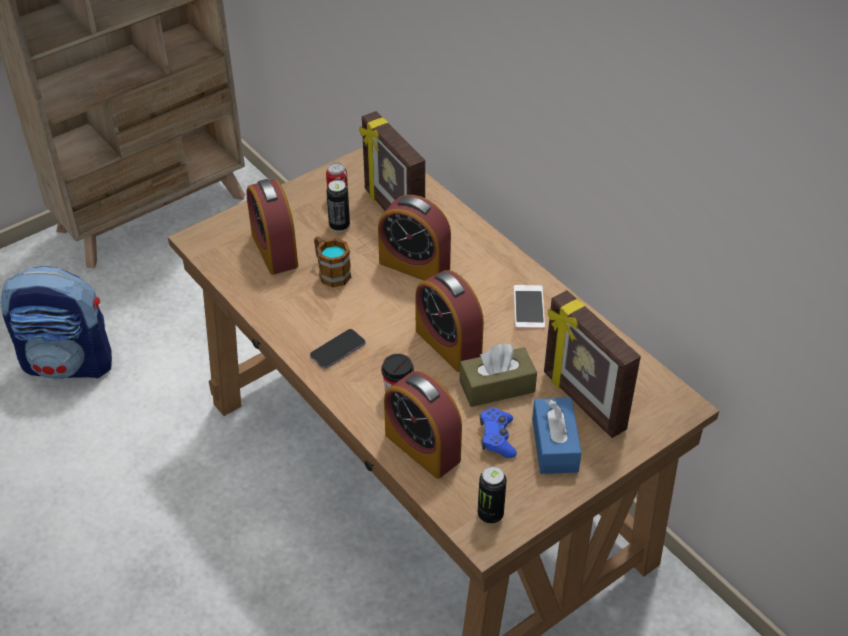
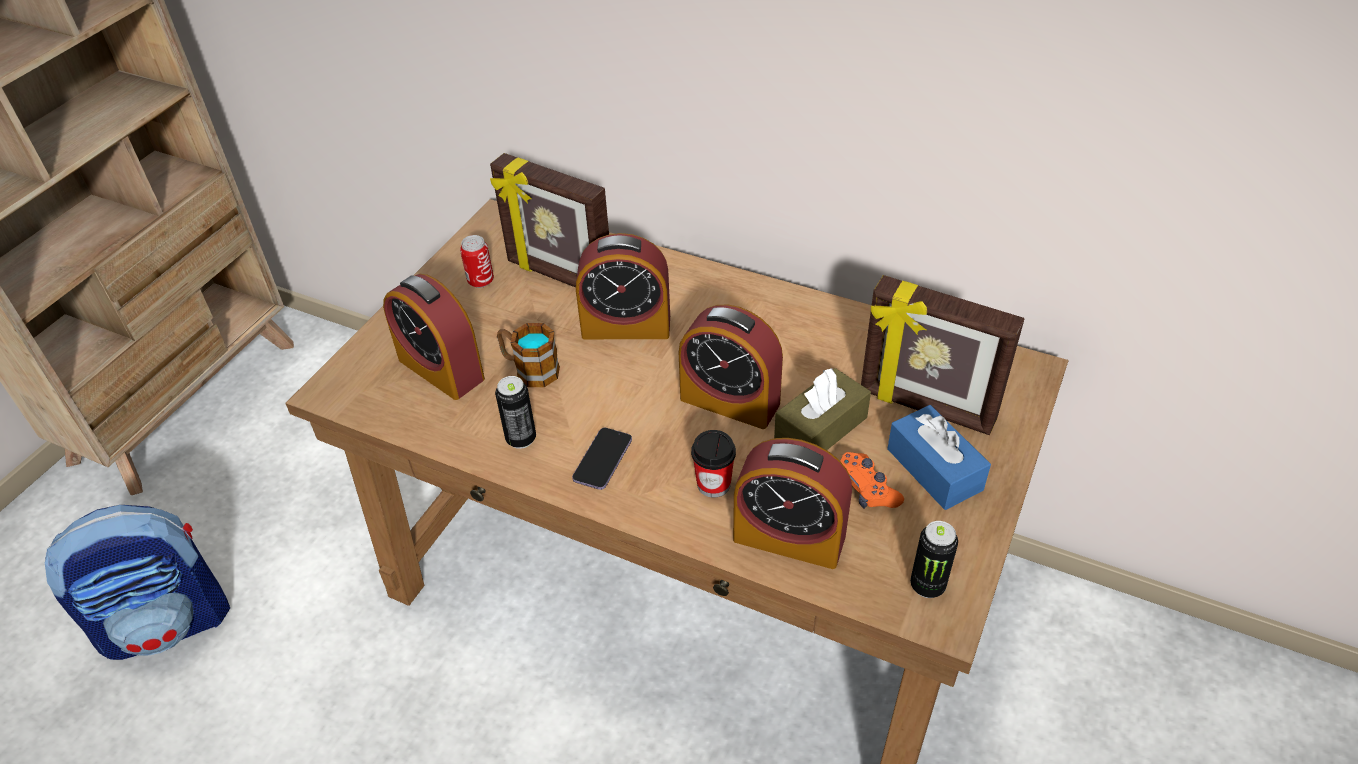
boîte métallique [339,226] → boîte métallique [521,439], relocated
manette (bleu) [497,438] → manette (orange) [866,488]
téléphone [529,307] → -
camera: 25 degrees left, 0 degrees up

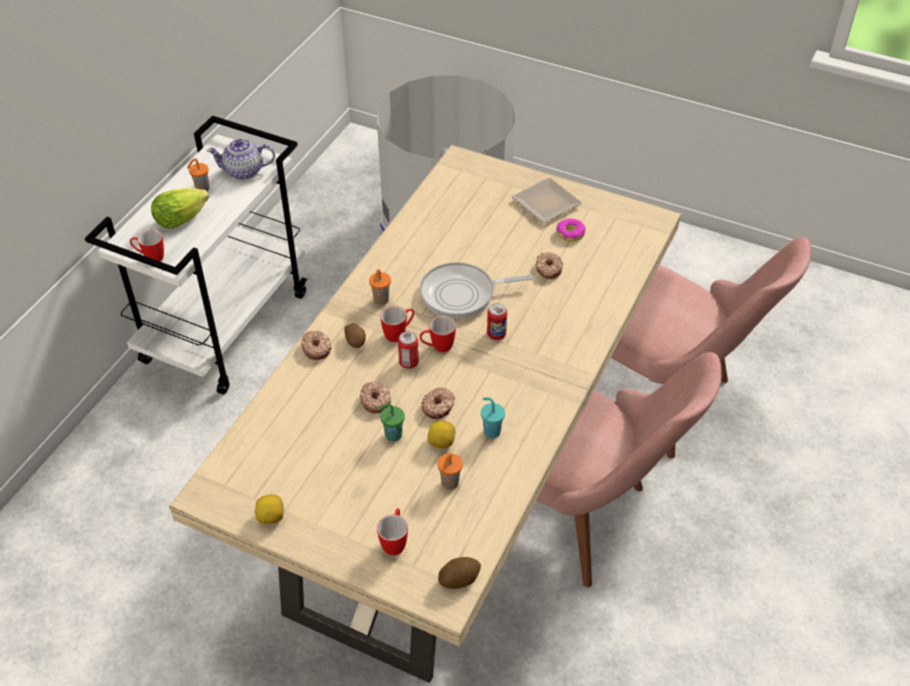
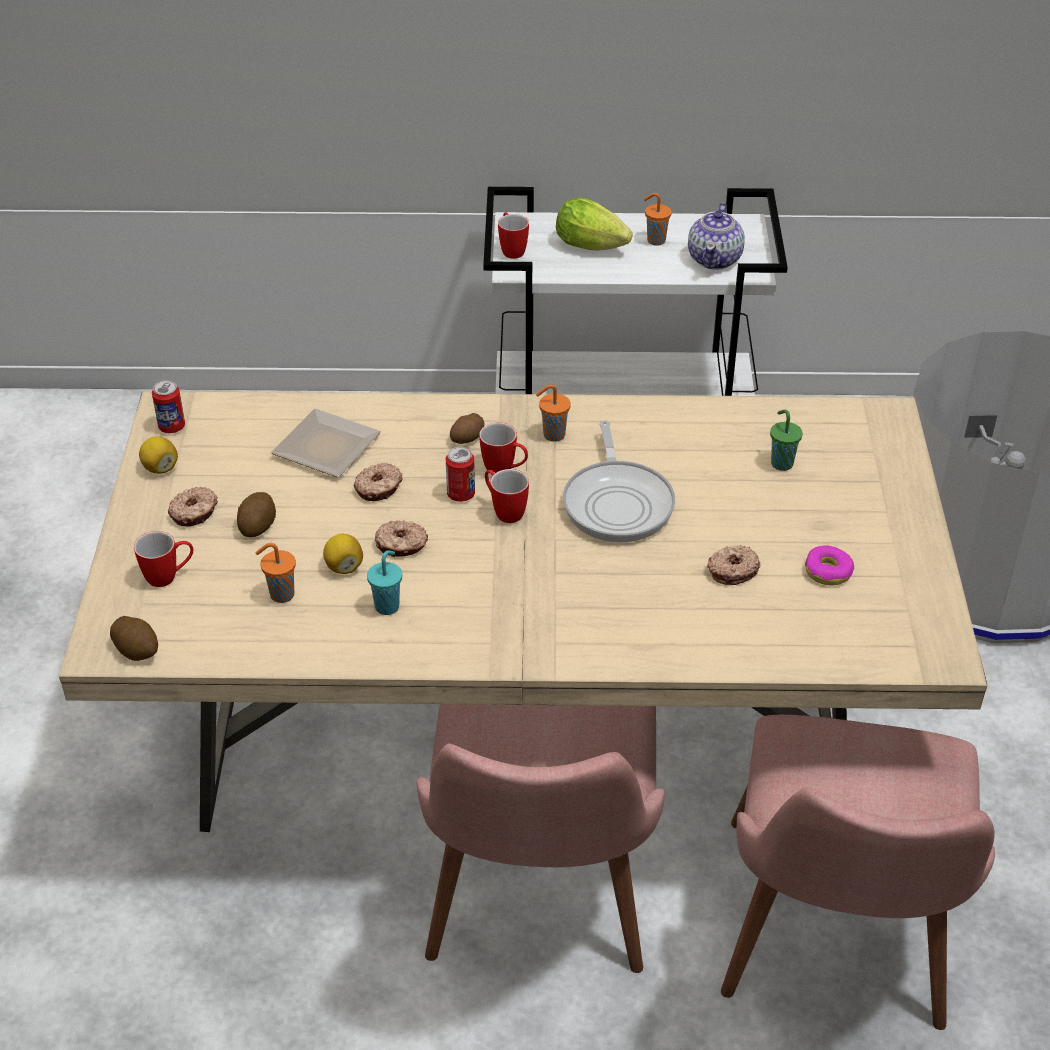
théière [244,171] → théière [715,259], 135 degrees counterclockwise
beignet [317,348] → beignet [194,513], relocated
tasse (vert) [392,435] → tasse (vert) [781,463], relocated
poêle [462,294] → poêle [617,503], 150 degrees counterclockwise
boîte métallique [496,334] → boîte métallique [172,427], relocated
assiette [543,203] → assiette [326,445], relocated
- → pomme de terre [257,525]
camera: 65 degrees right, 5 degrees down

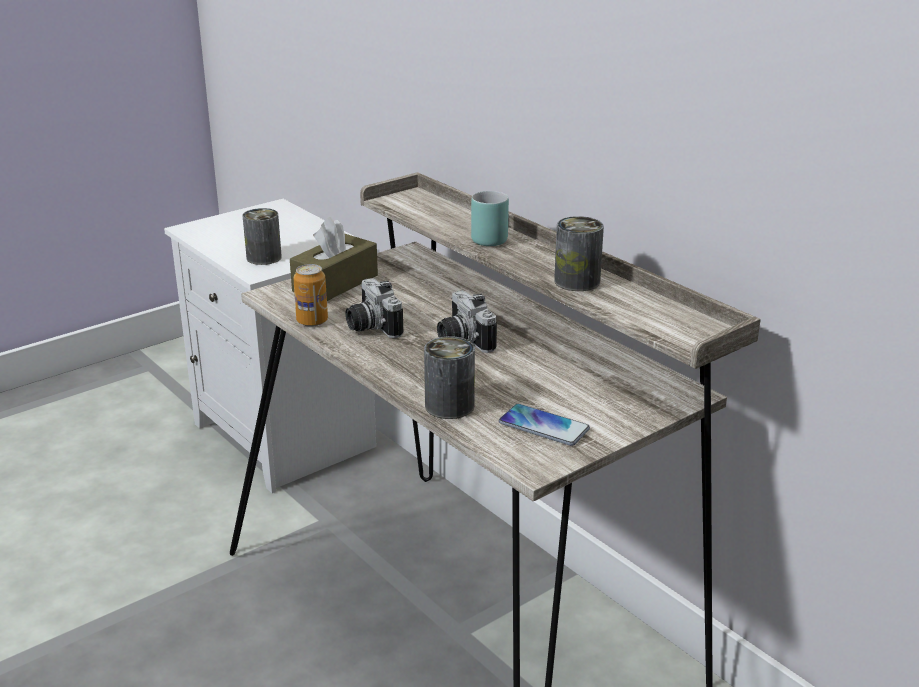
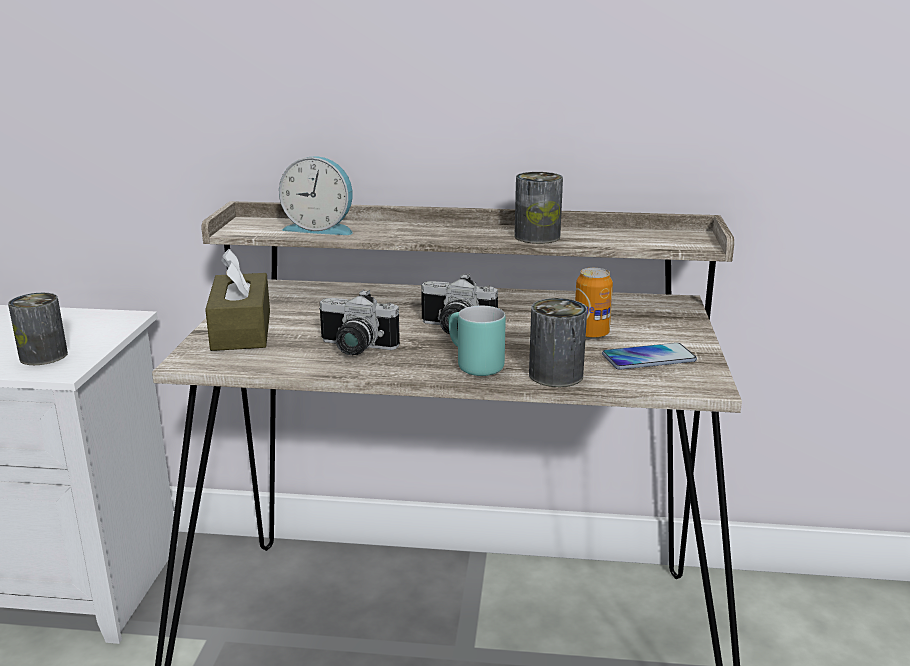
boîte métallique [312,321] → boîte métallique [591,334], relocated
mug (turquoise) [487,237] → mug (turquoise) [471,366], relocated
- → réveil [321,228]
camera: 45 degrees left, 5 degrees down

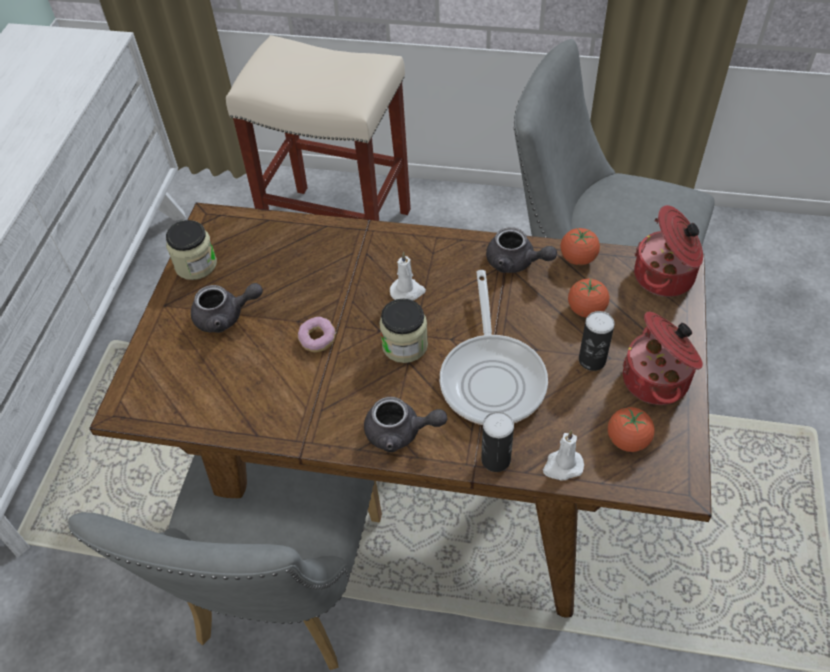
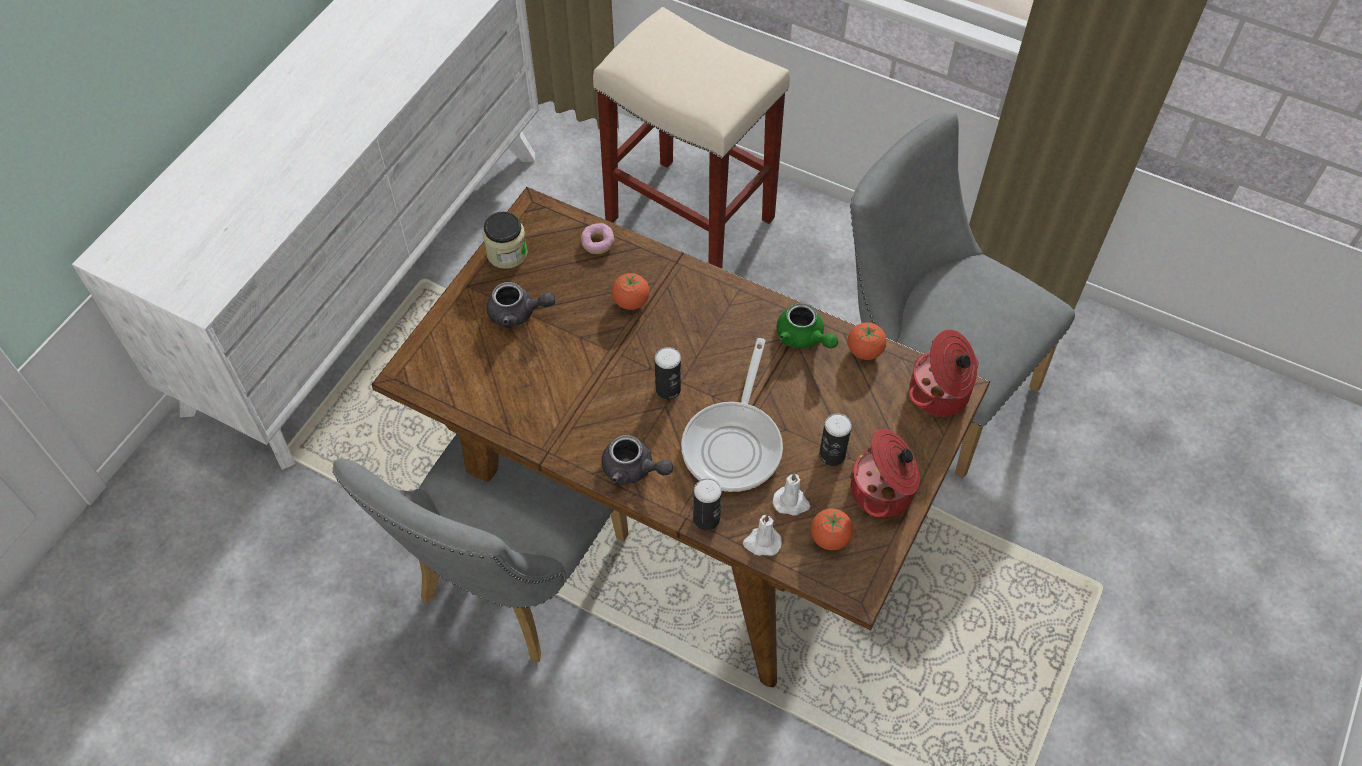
beignet [317,340] → beignet [598,243], relocated
bocal [405,345] → boîte métallique [668,389]
bougie (blanc) [407,291] → bougie (blanc) [791,502], relocated
théière (gris) [516,262] → théière (vert) [803,338]
tomate [586,310] → tomate [631,301], relocated
camera: 15 degrees right, 5 degrees up

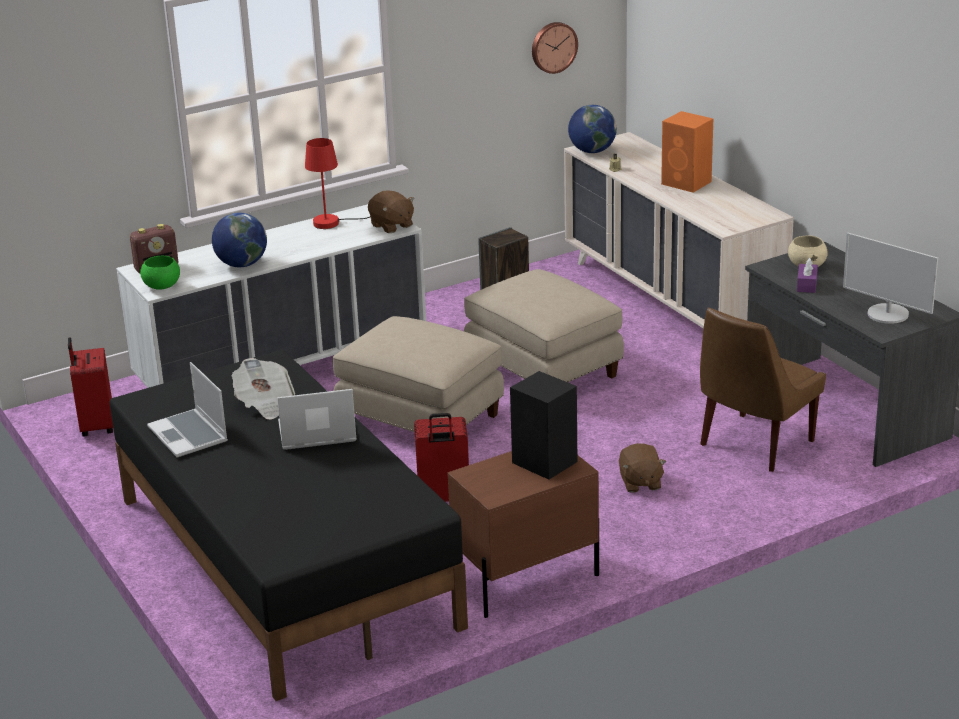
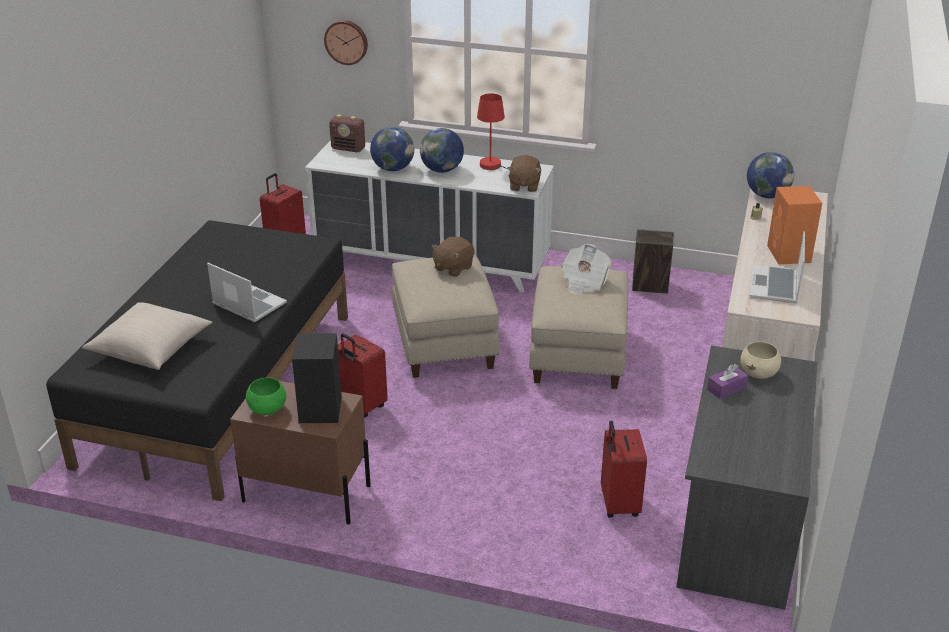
bol (vert) [161,286] → bol (vert) [267,409], relocated
ordinateur portable [189,435] → ordinateur portable [775,286], relocated
journal [265,404] → journal [584,282], relocated
horloge murale [553,47] → horloge murale [346,41], relocated
peluche (marron) [640,483] → peluche (marron) [453,268], relocated
chaise (marron) [754,444] → valise (rouge) [618,504]
écran d'ordinateur [887,314] → -
- → coussin (beige) [151,349]
- → globe [442,170]
camera: 45 degrees right, 5 degrees up

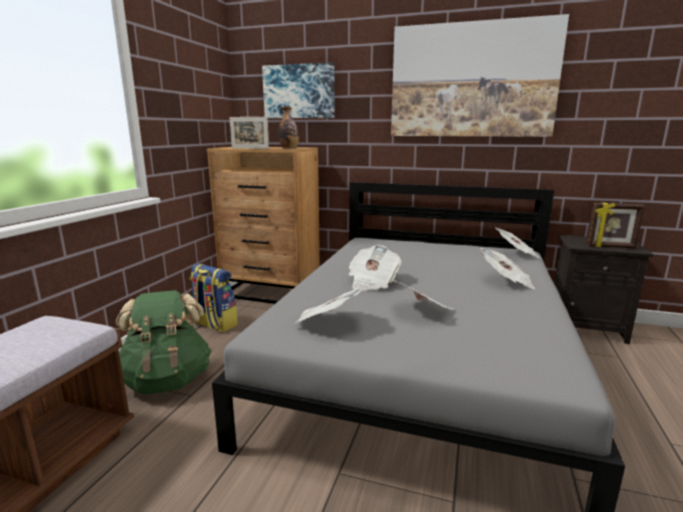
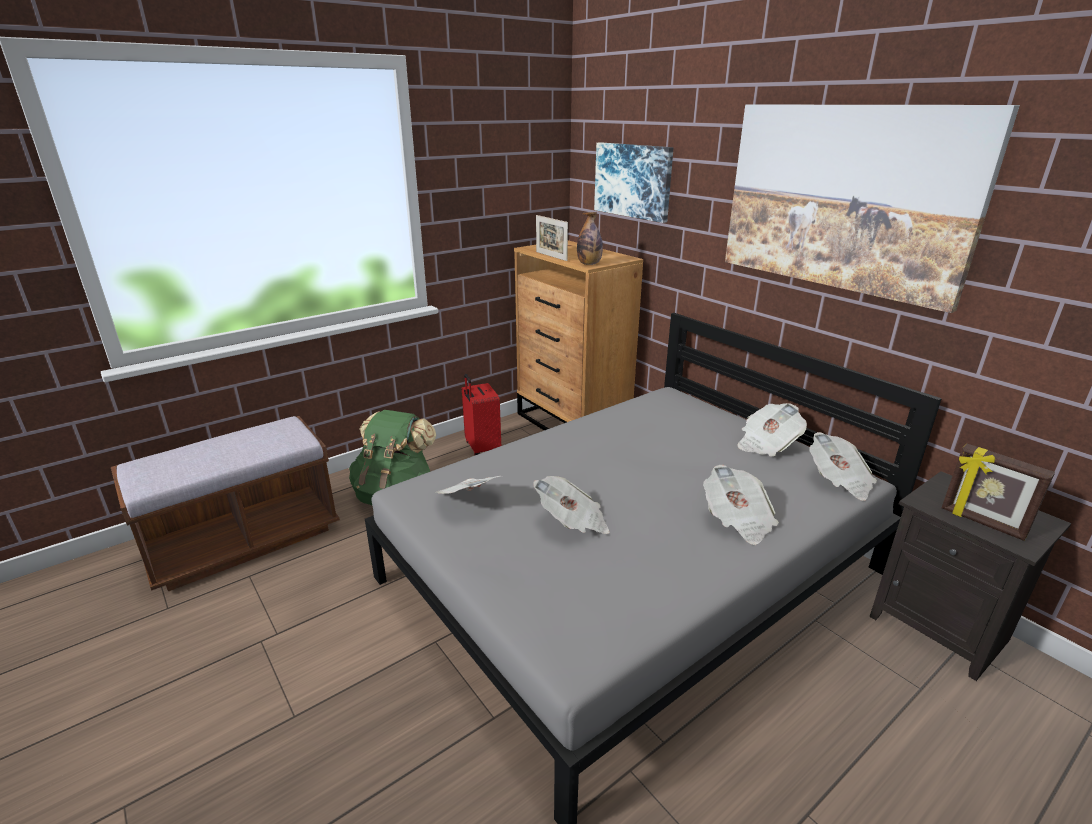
sac à dos [214,325] → valise (rouge) [481,448]
journal [372,282] → journal [767,444], relocated
camera: 35 degrees right, 10 degrees up

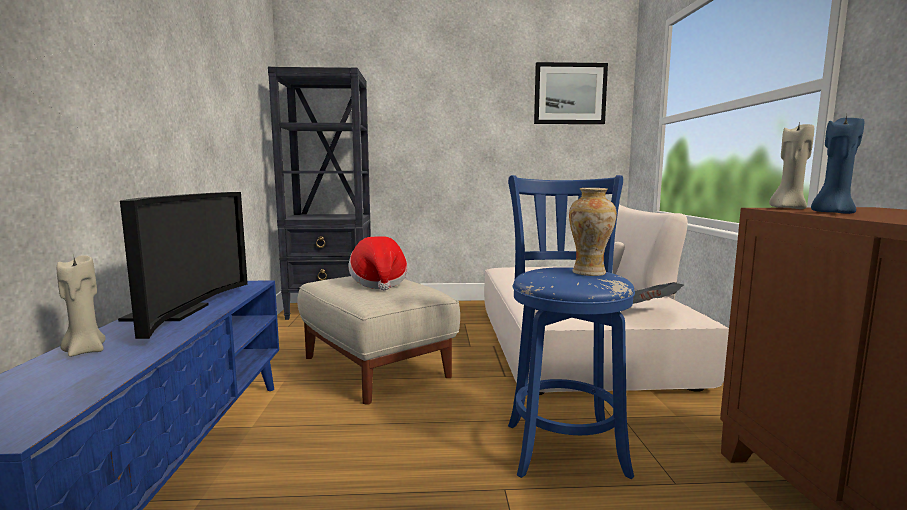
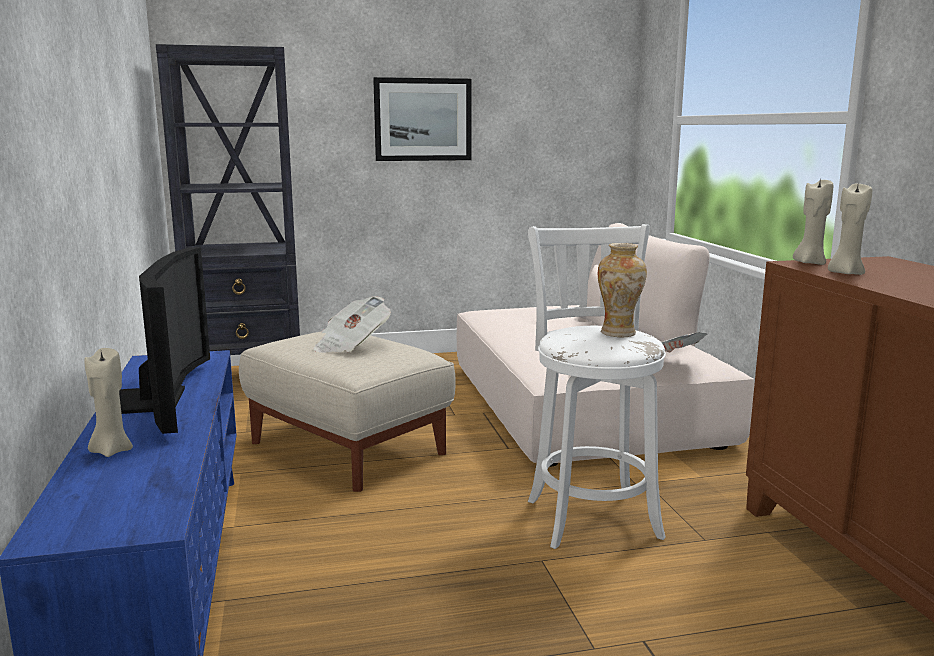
chapeau [378,283] → journal [351,345]
tabouret (bleu) [563,445] → tabouret (blanc) [591,515]
tableau [570,94] → tableau [423,119], relocated
bougie (bleu) [832,213] → bougie (beige) [845,273]
camera: 10 degrees left, 5 degrees up

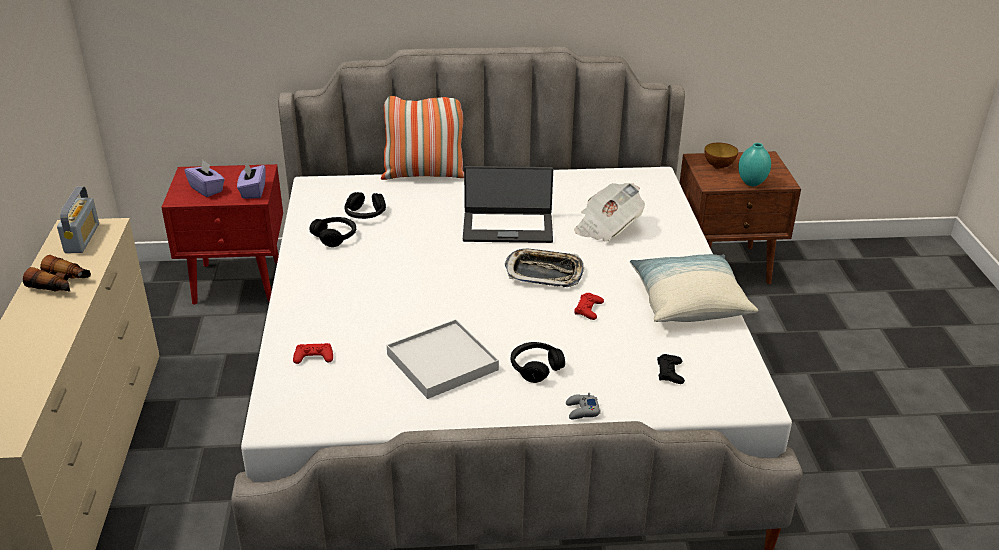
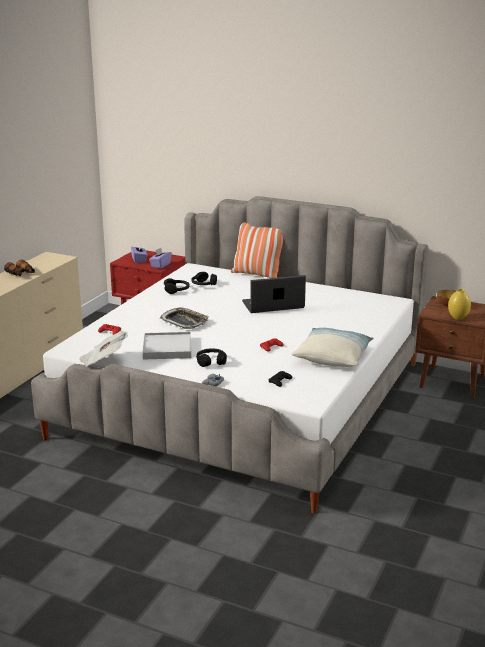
radio [82,238] → -
ordinateur portable [507,227] → ordinateur portable [273,305], 135 degrees clockwise
plateau [544,273] → plateau [184,322], relocated
journal [606,228] → journal [103,361], relocated
vase (turquoise) [752,183] → vase (jaune) [458,318]
camera: 30 degrees right, 10 degrees down

